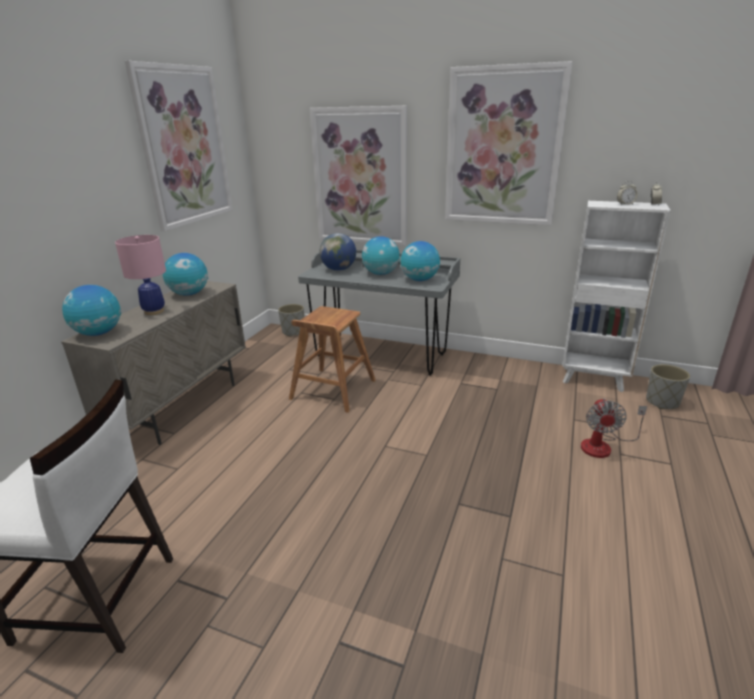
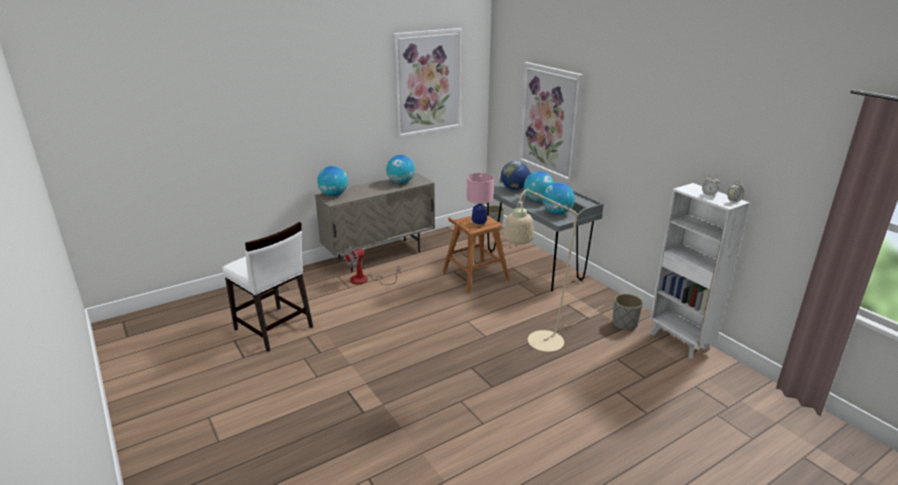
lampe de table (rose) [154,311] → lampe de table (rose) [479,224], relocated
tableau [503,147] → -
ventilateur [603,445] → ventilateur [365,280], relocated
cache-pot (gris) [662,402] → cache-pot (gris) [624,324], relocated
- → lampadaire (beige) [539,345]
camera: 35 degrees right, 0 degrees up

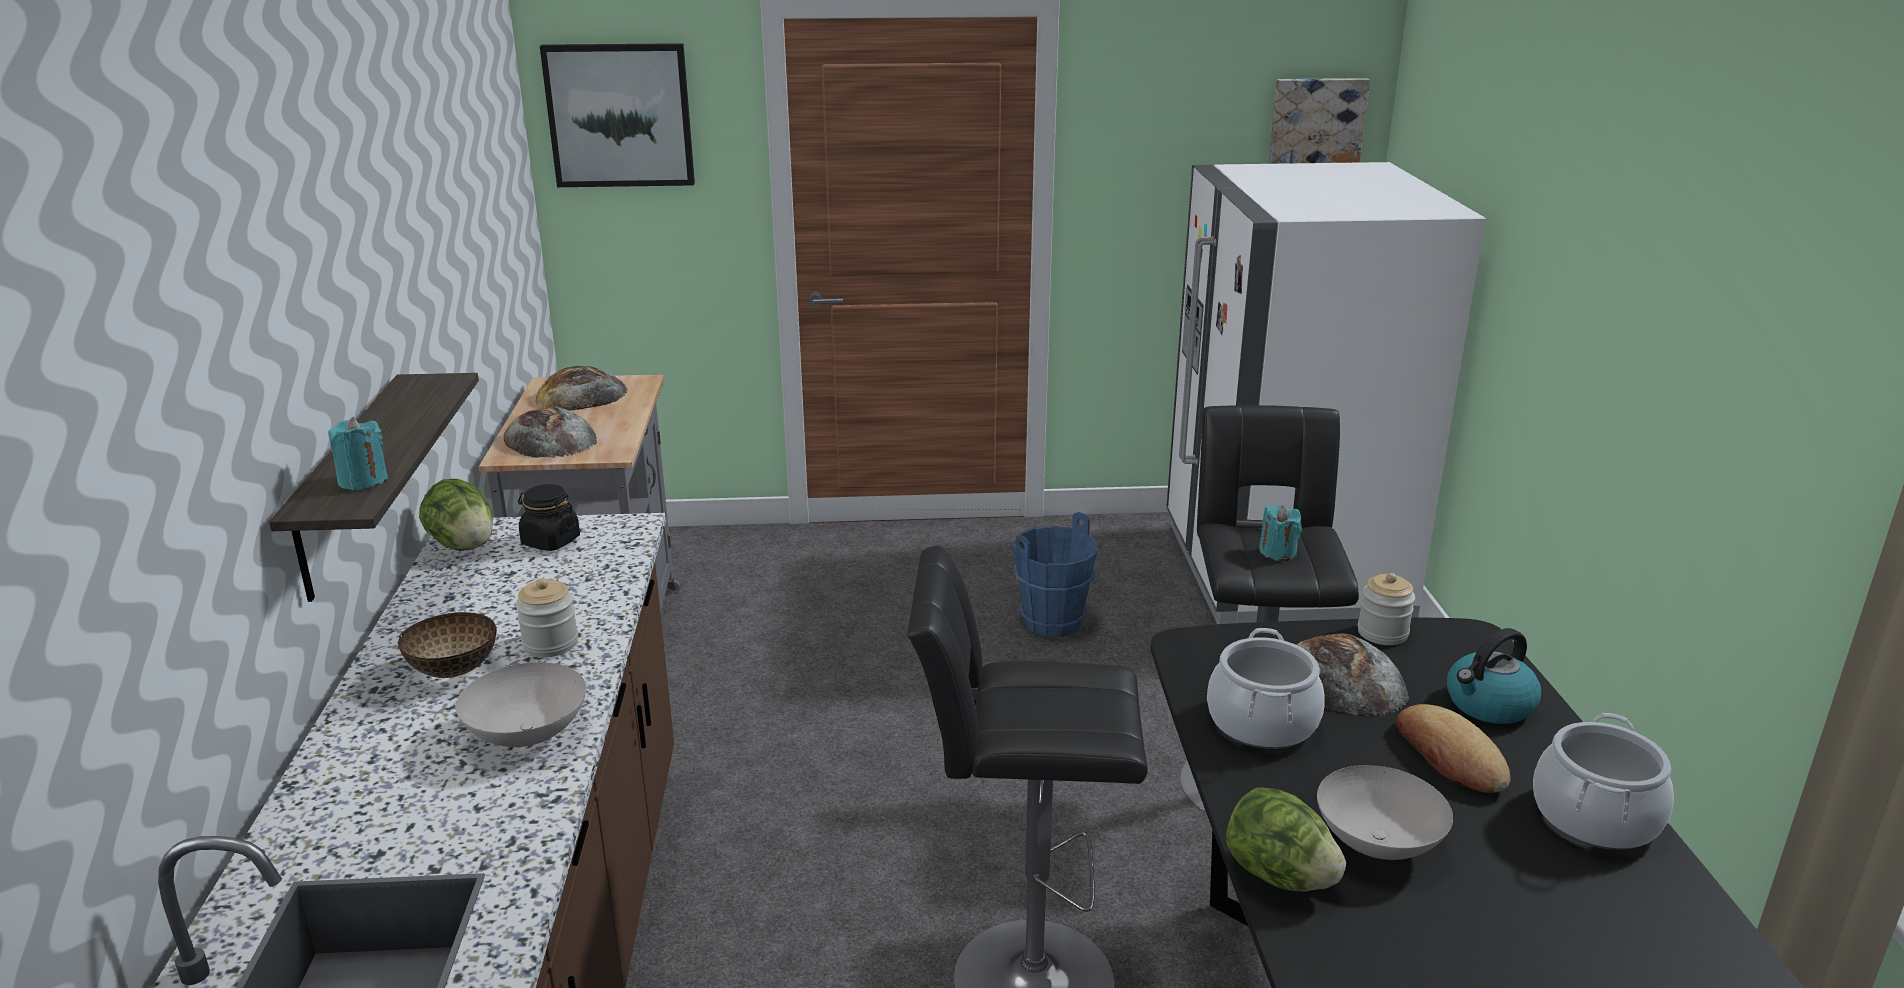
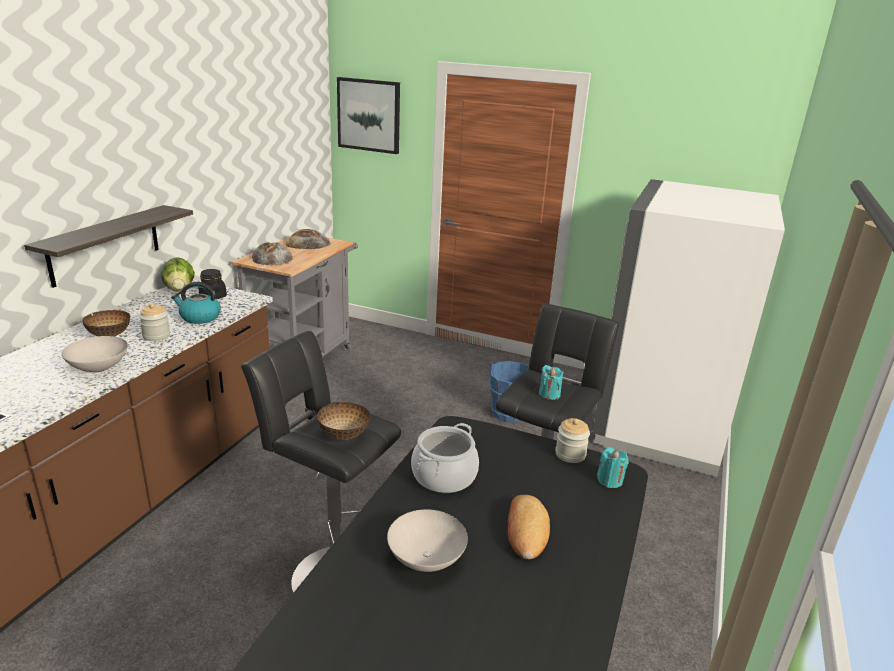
bougie (turquoise) [363,481] → bougie (turquoise) [610,480], relocated
laitue [1278,877] → -
tableau [1316,125] → -
pain [1342,679] → -
bouilloire [1488,705] → bouilloire [199,317], relocated
marmite [1594,817] → -
- → bol [344,435]
camera: 25 degrees right, 0 degrees up

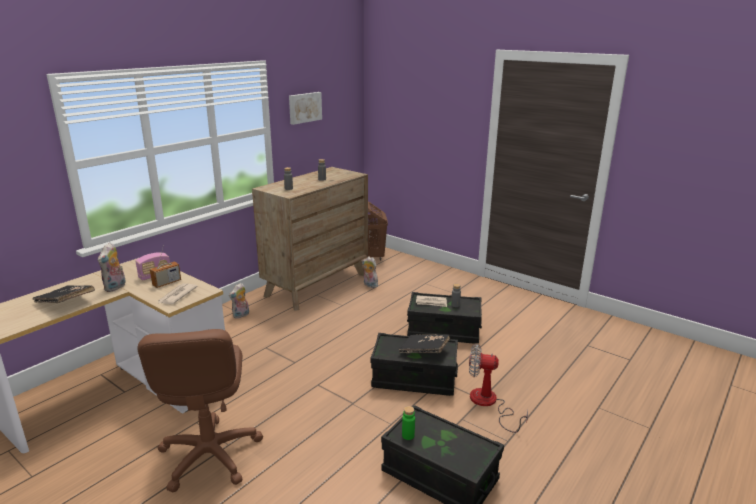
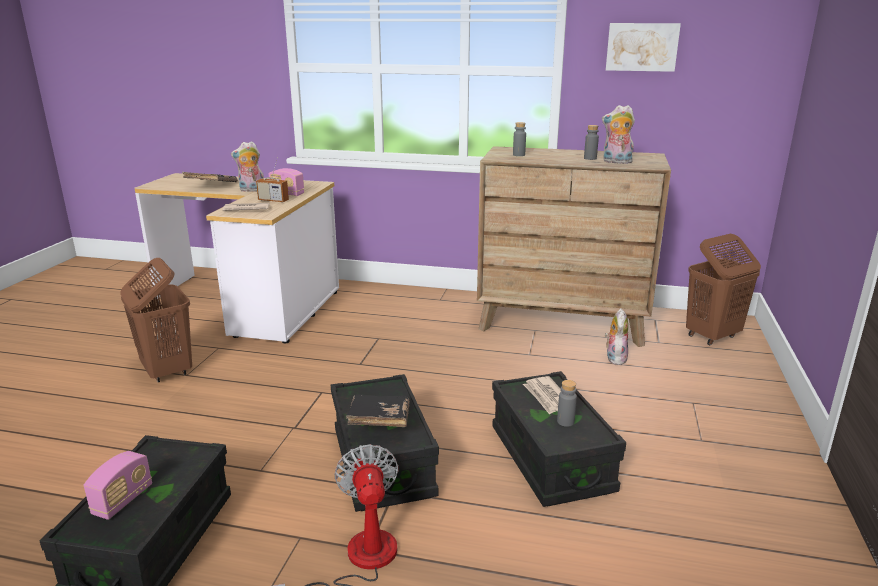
chaise de bureau (marron) [209,455] → panier à linge (marron) [167,371]
peluche [241,315] → peluche [616,162], relocated
bouteille (vert) [408,435] → -
- → radio [123,500]
camera: 65 degrees right, 0 degrees up

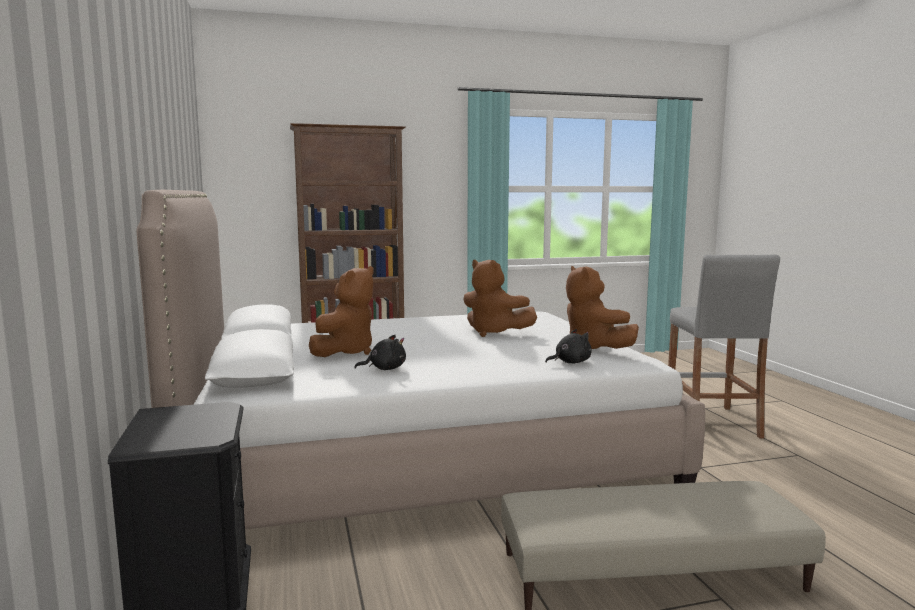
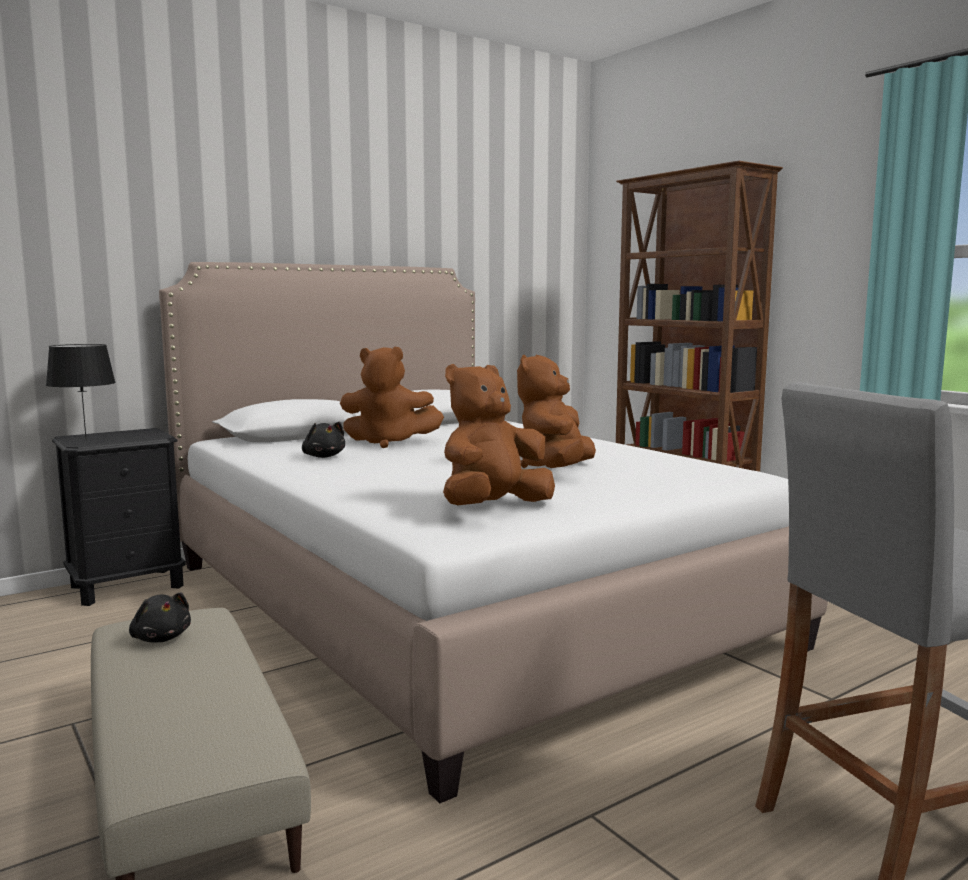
peluche (noir) [570,362] → peluche (noir) [161,638], relocated
- → lampe de table (noir) [86,439]
camera: 70 degrees right, 0 degrees up

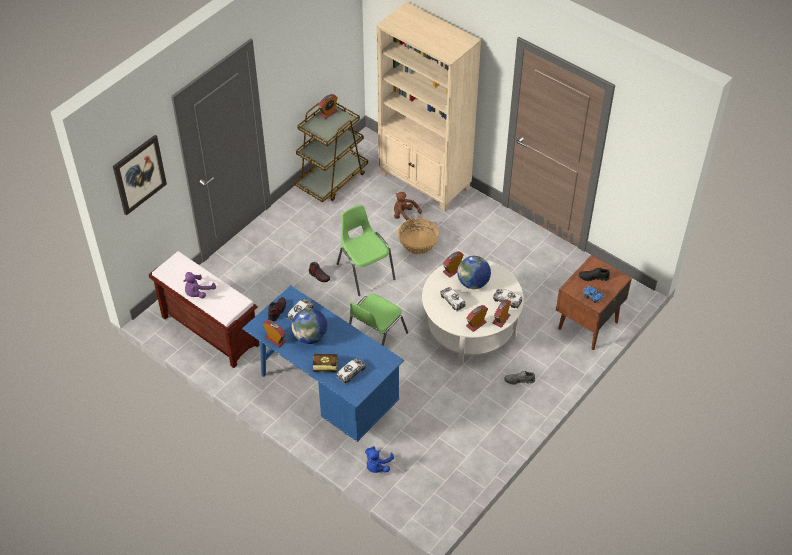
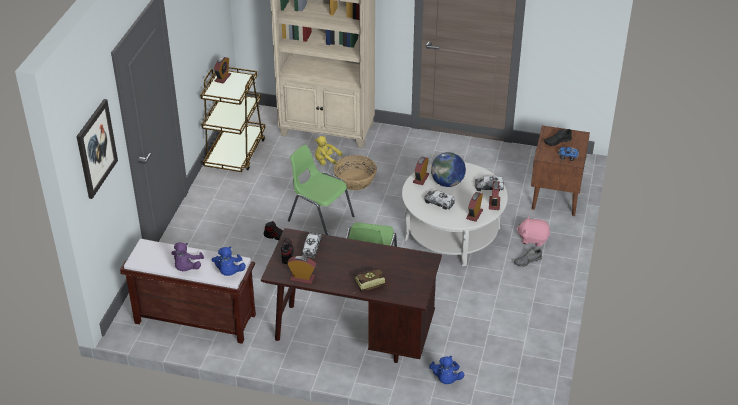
bureau (bleu) [325,395] → bureau (marron) [352,335]
globe [310,336] → -
camion jouet [351,373] → -
peluche (marron) [404,215] → peluche (jaune) [327,162]
- → peluche (bleu) [229,272]
- → peluche (rose) [533,239]
camera: 25 degrees left, 10 degrees down

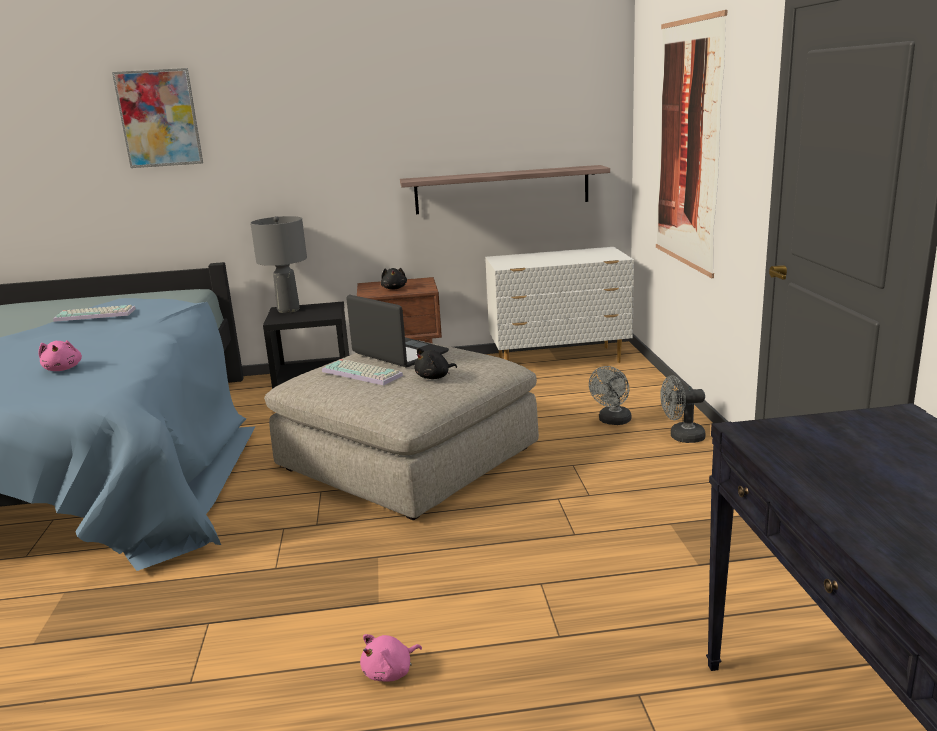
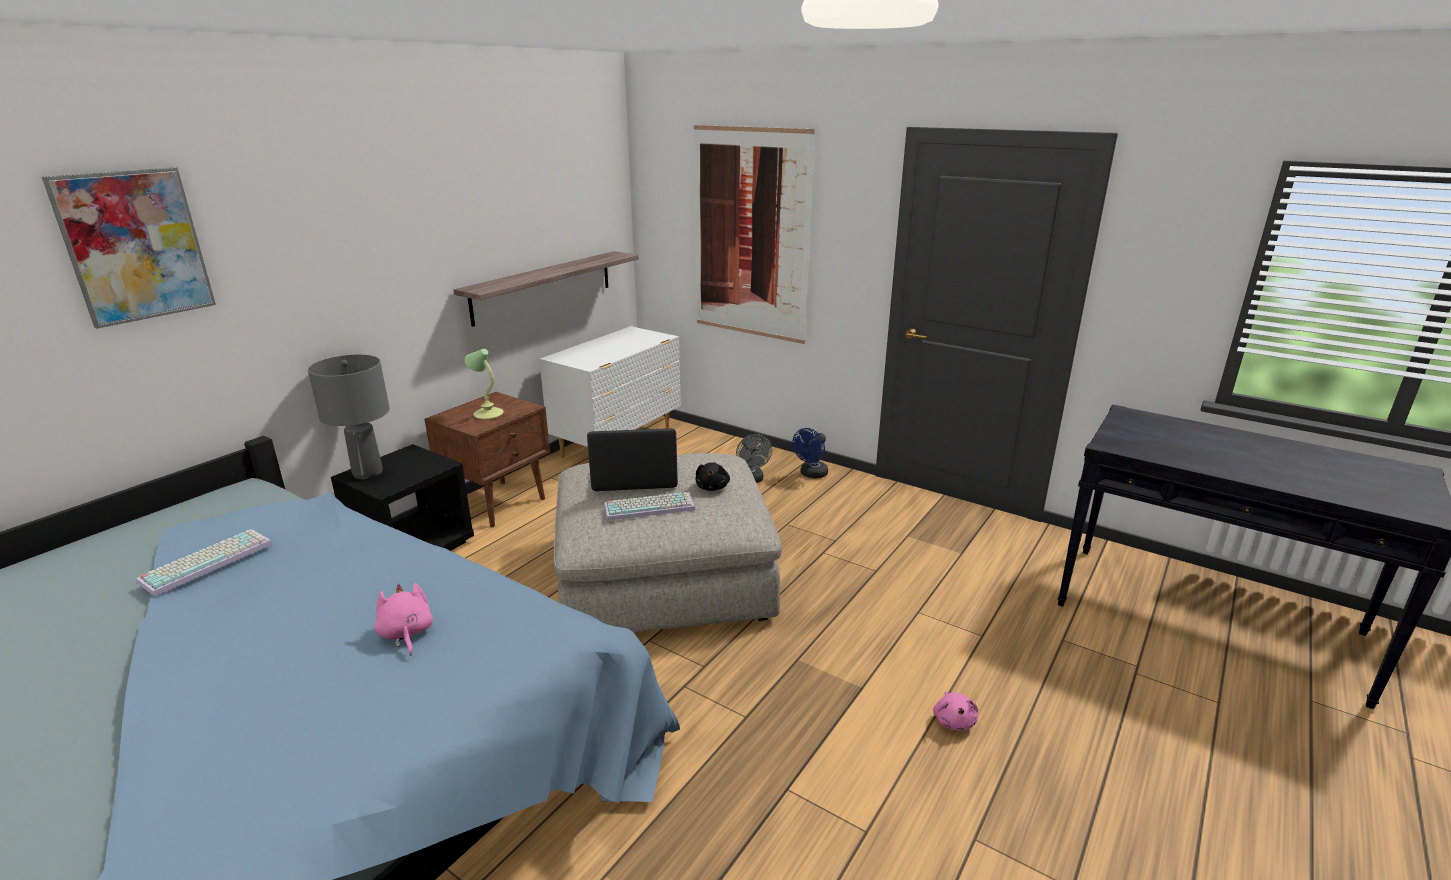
peluche (rose) [63,369] → peluche (rose) [406,634], 135 degrees counterclockwise
peluche (noir) [394,288] → lampe de table [488,414]
ventilateur (gris) [681,437] → ventilateur (bleu) [811,474]
camera: 50 degrees left, 5 degrees up

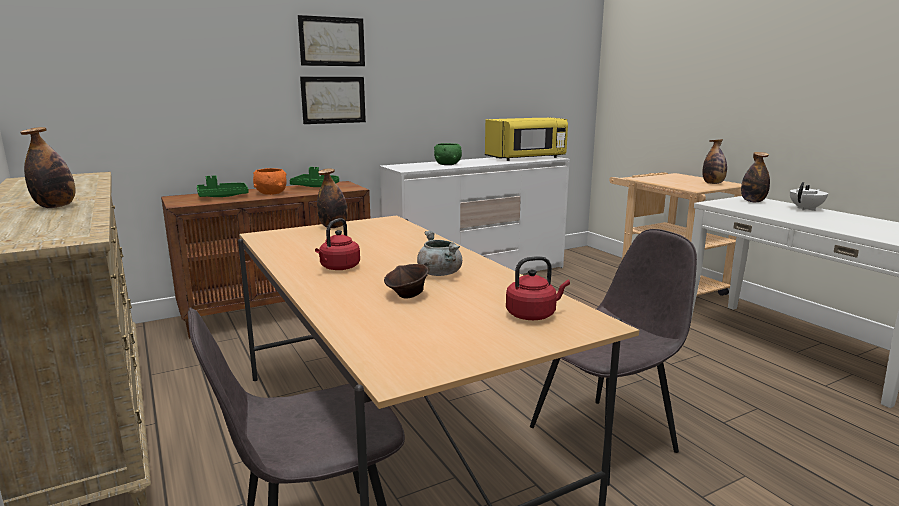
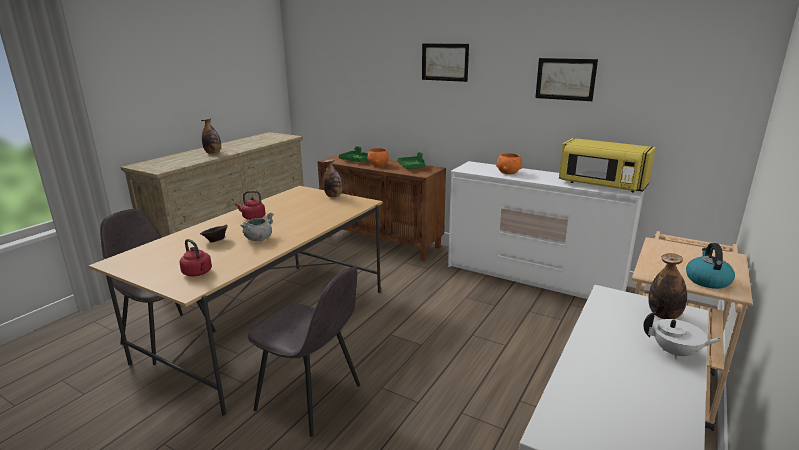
tableau [333,100] → tableau [565,79], relocated
bol (vert) [448,164] → bol (orange) [508,173]
bouteille [713,183] → bouilloire [707,280]
camera: 60 degrees right, 5 degrees up

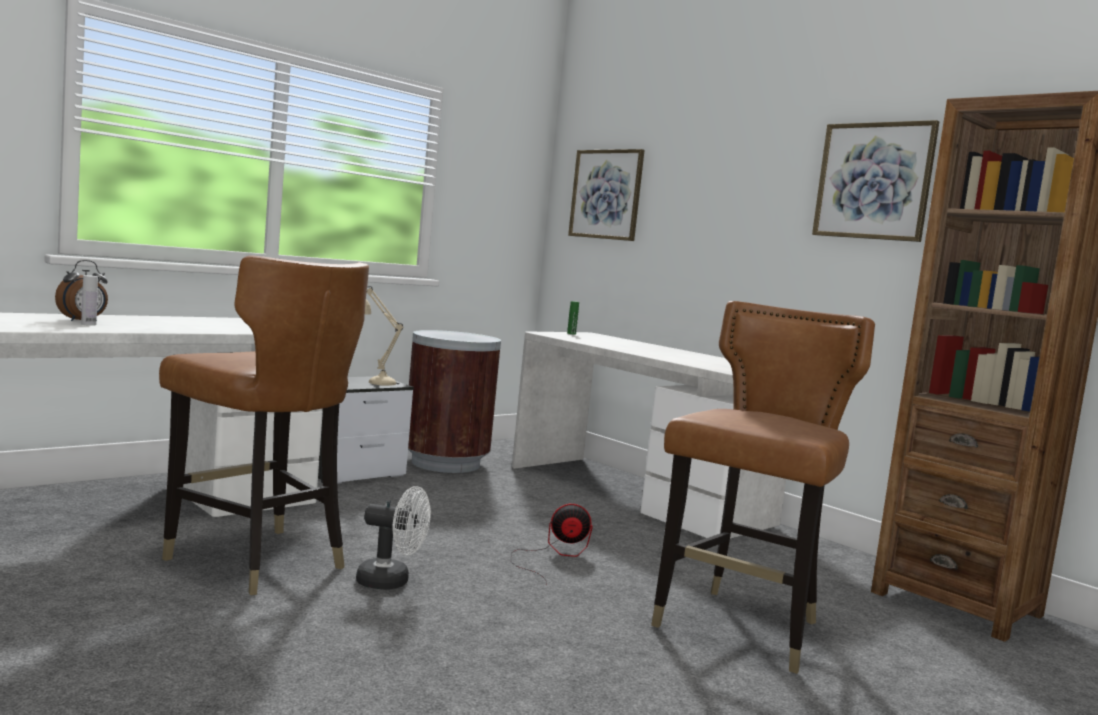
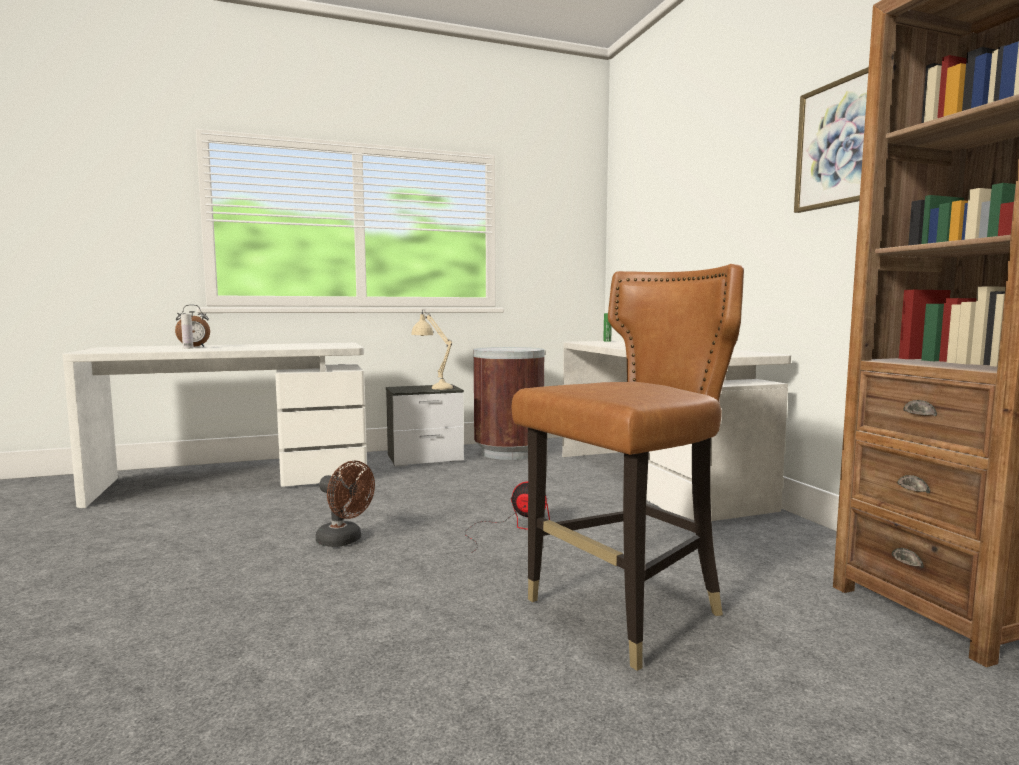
chaise (marron) [256,561] → -
ventilateur (blanc) [391,582] → ventilateur (marron) [344,541]
tableau [606,194] → -
camera: 25 degrees right, 0 degrees up

